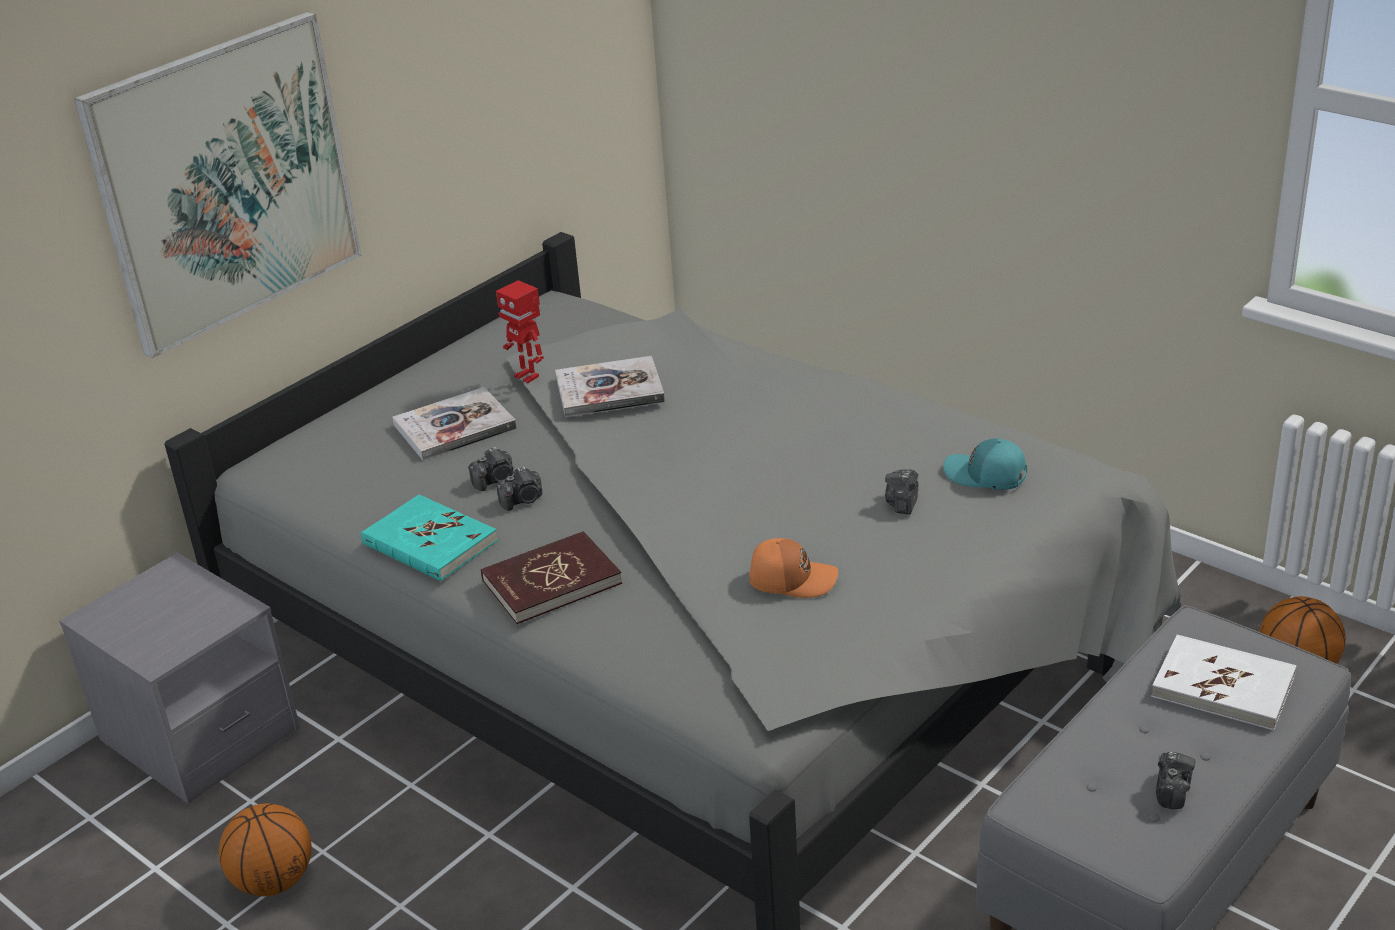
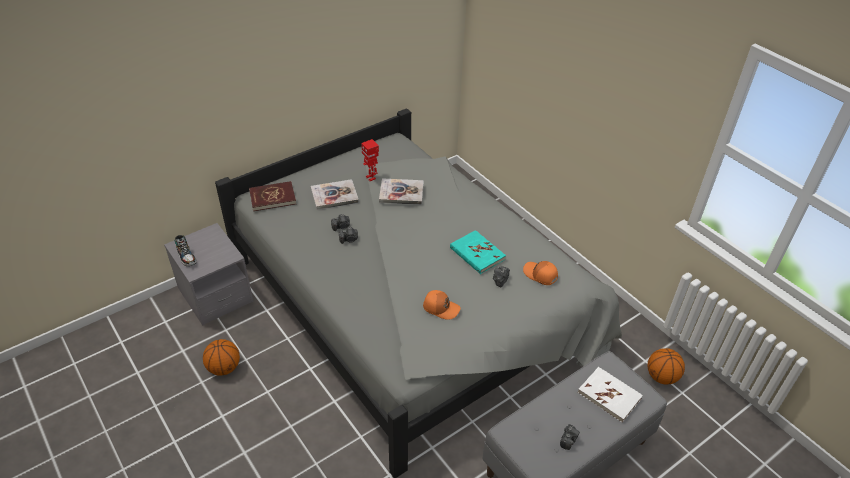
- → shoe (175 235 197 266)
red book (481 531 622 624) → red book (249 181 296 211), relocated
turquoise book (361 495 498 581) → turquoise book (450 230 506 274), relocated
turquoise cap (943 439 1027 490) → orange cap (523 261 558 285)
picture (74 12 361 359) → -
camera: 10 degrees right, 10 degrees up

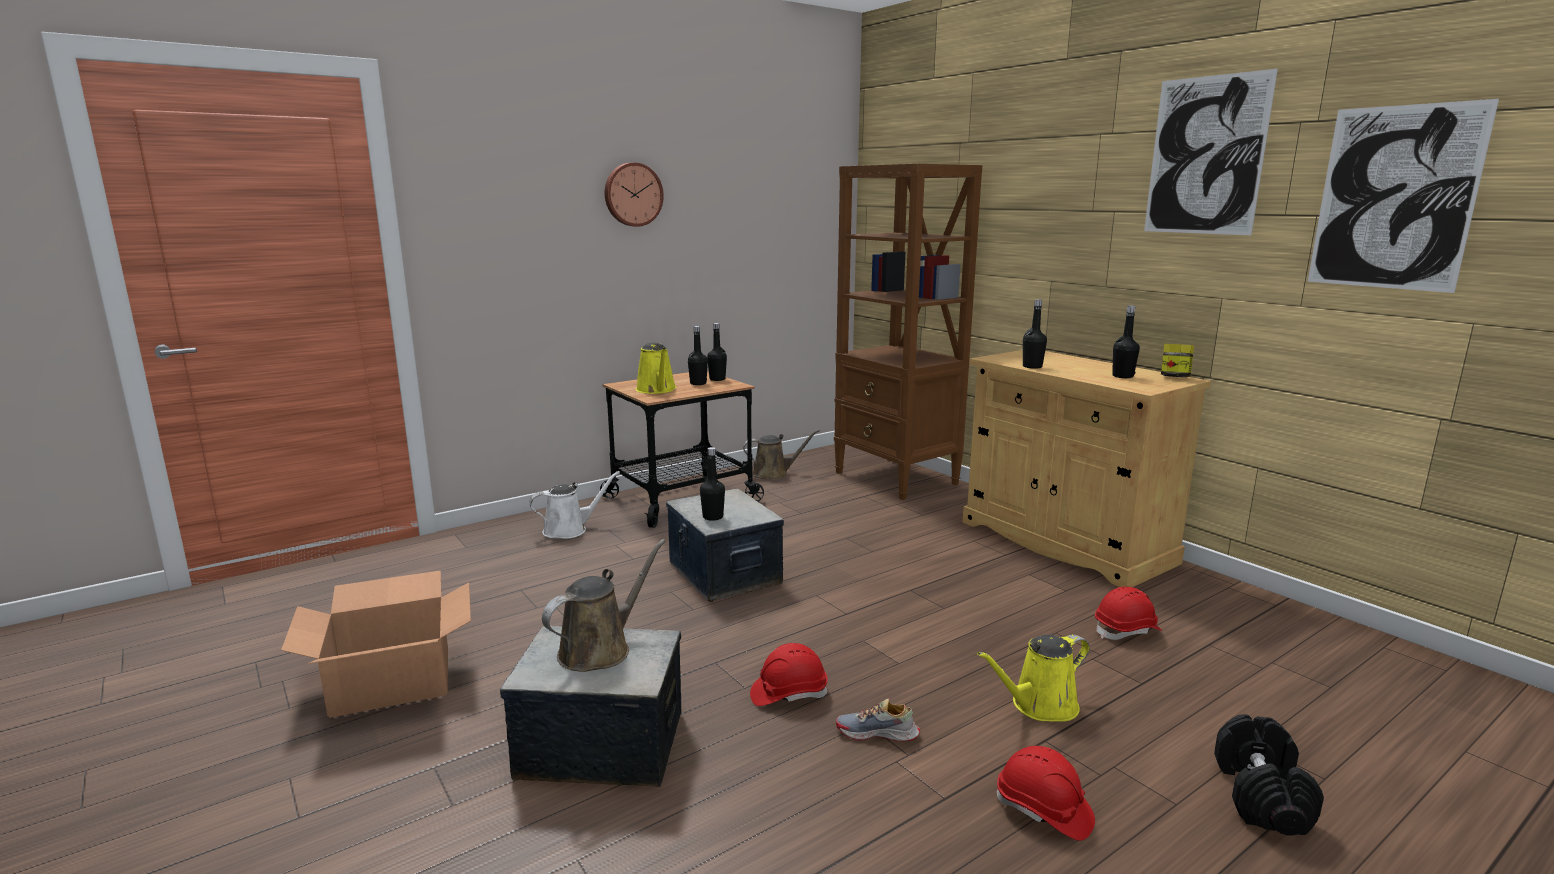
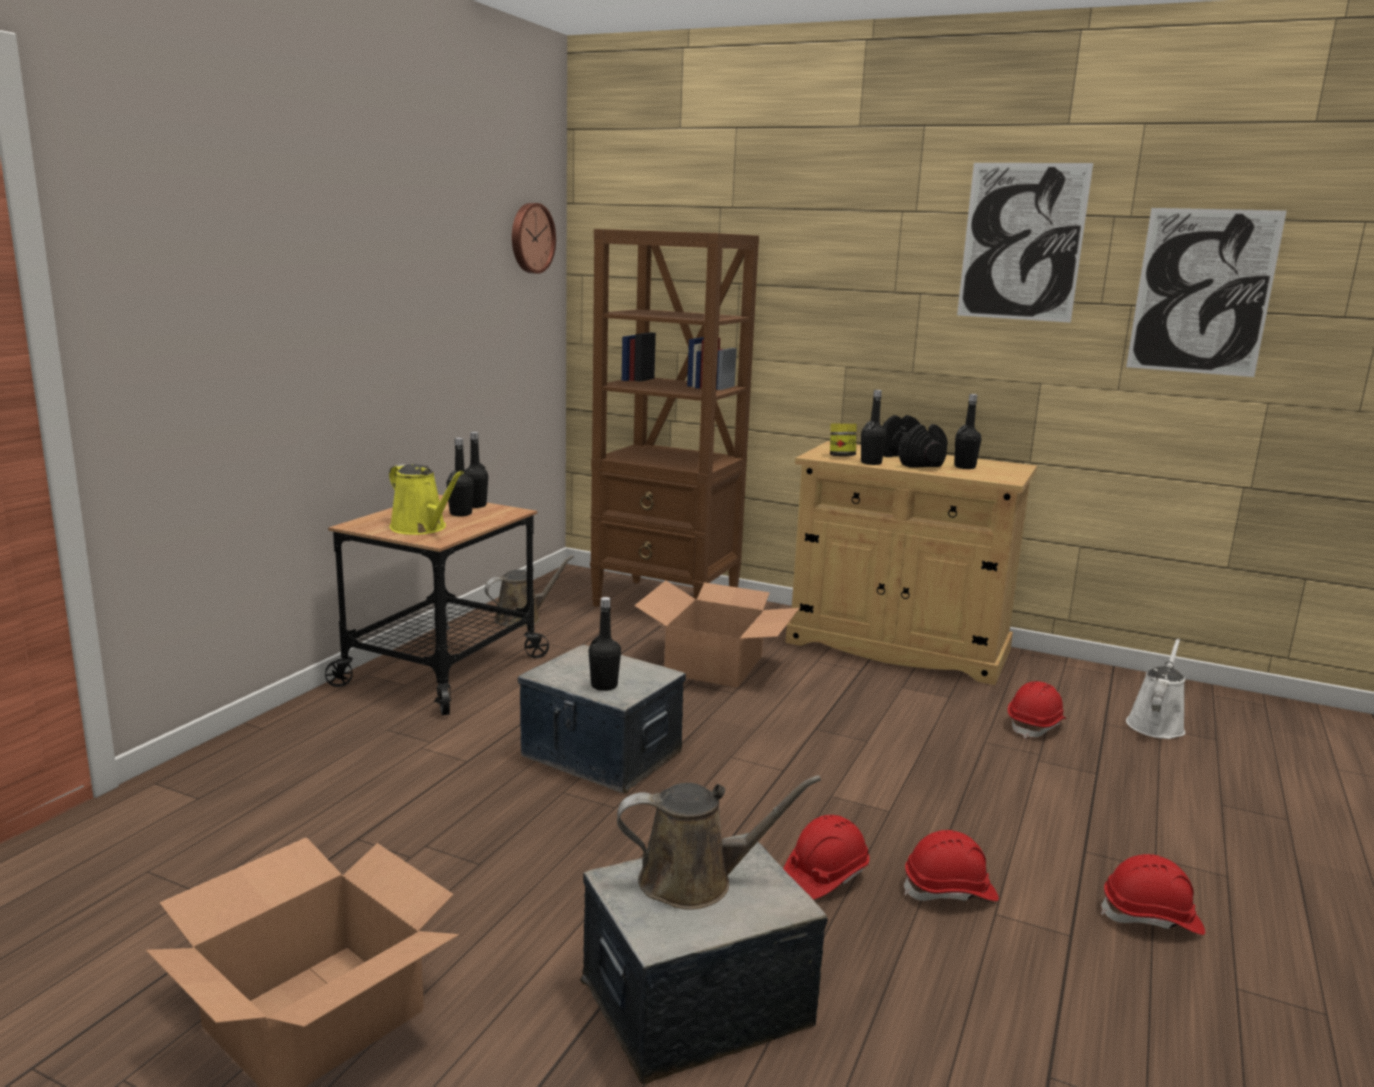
wall clock (605 162 664 227) → wall clock (512 203 556 274), relocated
brown watering can (542 539 666 672) → brown watering can (617 775 821 910), 75 degrees clockwise
- → cardboard box (634 581 799 688)
jar (1161 344 1194 377) → jar (830 424 857 456), relocated
black dumbbell (1214 714 1324 836) → black dumbbell (882 415 948 468), relocated
shoe (836 698 920 742) → red hard hat (904 830 999 901)
white watering can (529 471 620 539) → white watering can (1126 639 1185 739), relocated
yellow watering can (977 634 1090 722) → -
camera: 30 degrees left, 0 degrees up

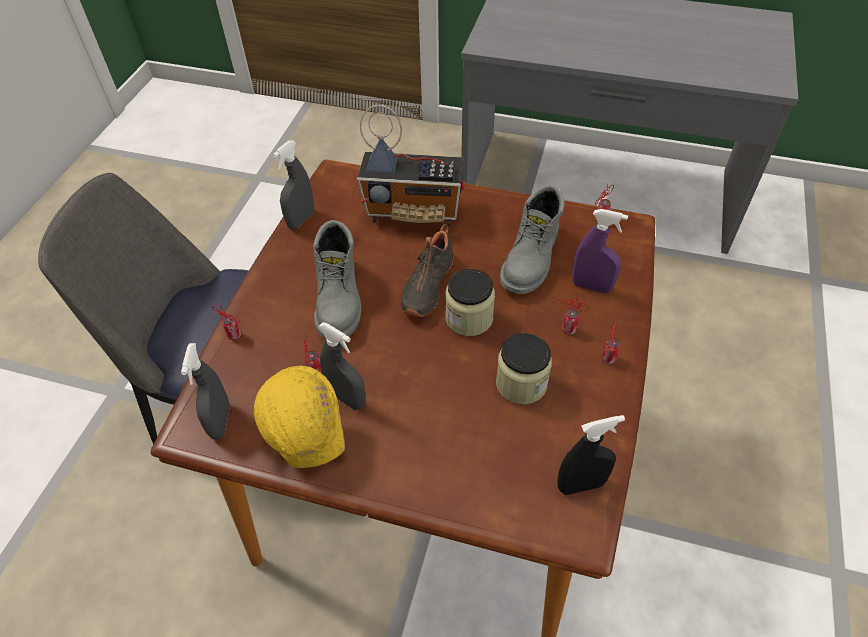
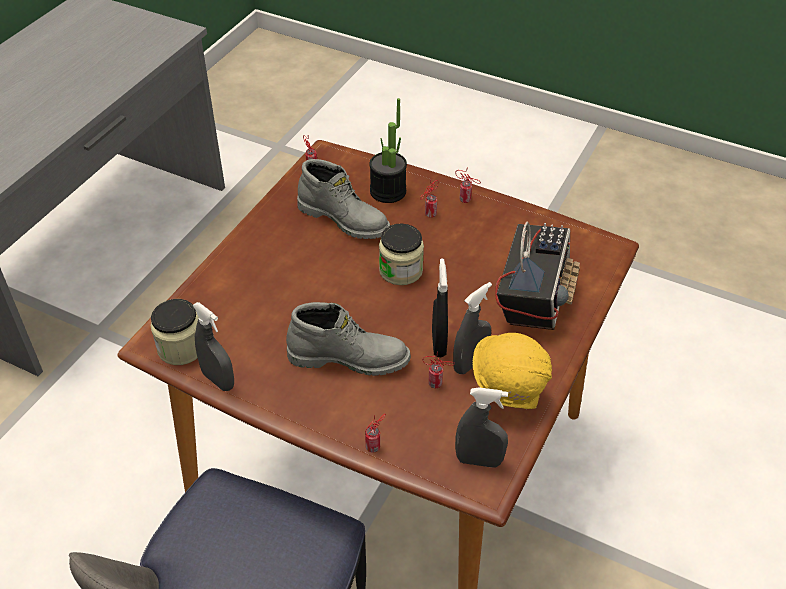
jar (496 333 552 405) → jar (151 299 199 365), relocated
purple spray bottle (572 209 628 293) → potted plant (369 98 407 203)
black spray bottle (557 415 625 495) → black spray bottle (432 258 448 357), relocated
radio (357 105 464 226) → radio (495 221 580 330), relocated
black shoe (401 224 454 317) → -
camera: 80 degrees left, 5 degrees down

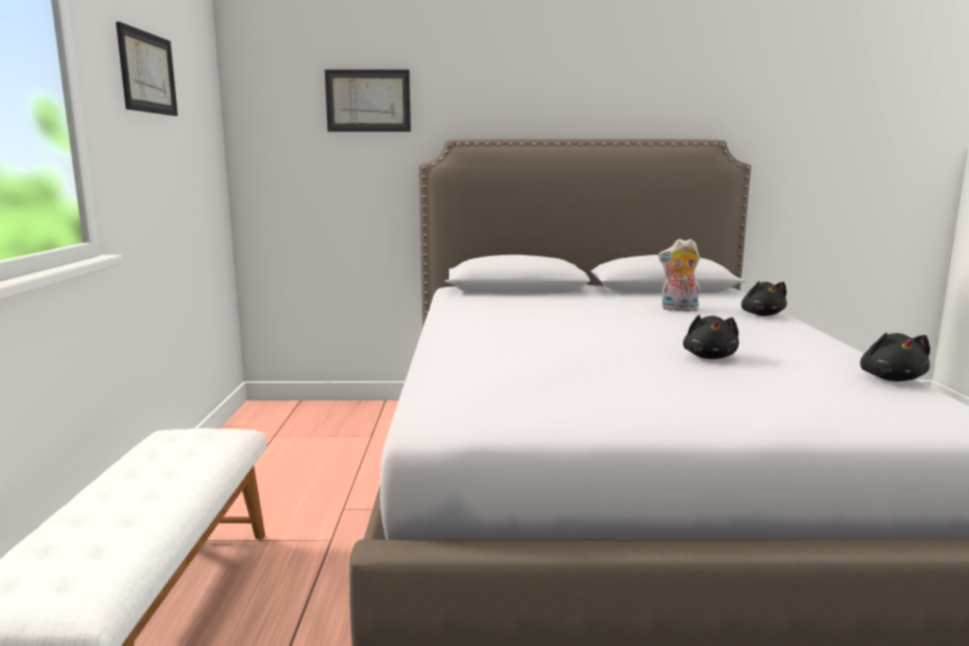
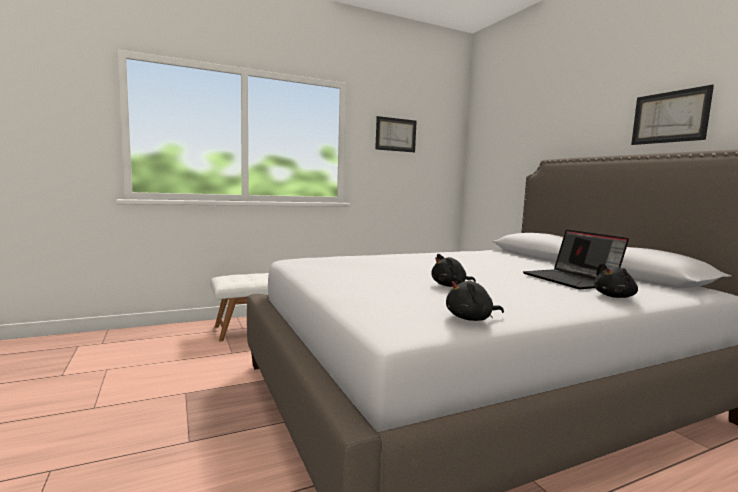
plush toy (658 239 700 311) → laptop (523 230 629 289)
picture (325 69 411 132) → picture (631 85 714 145), relocated
camera: 65 degrees right, 5 degrees down

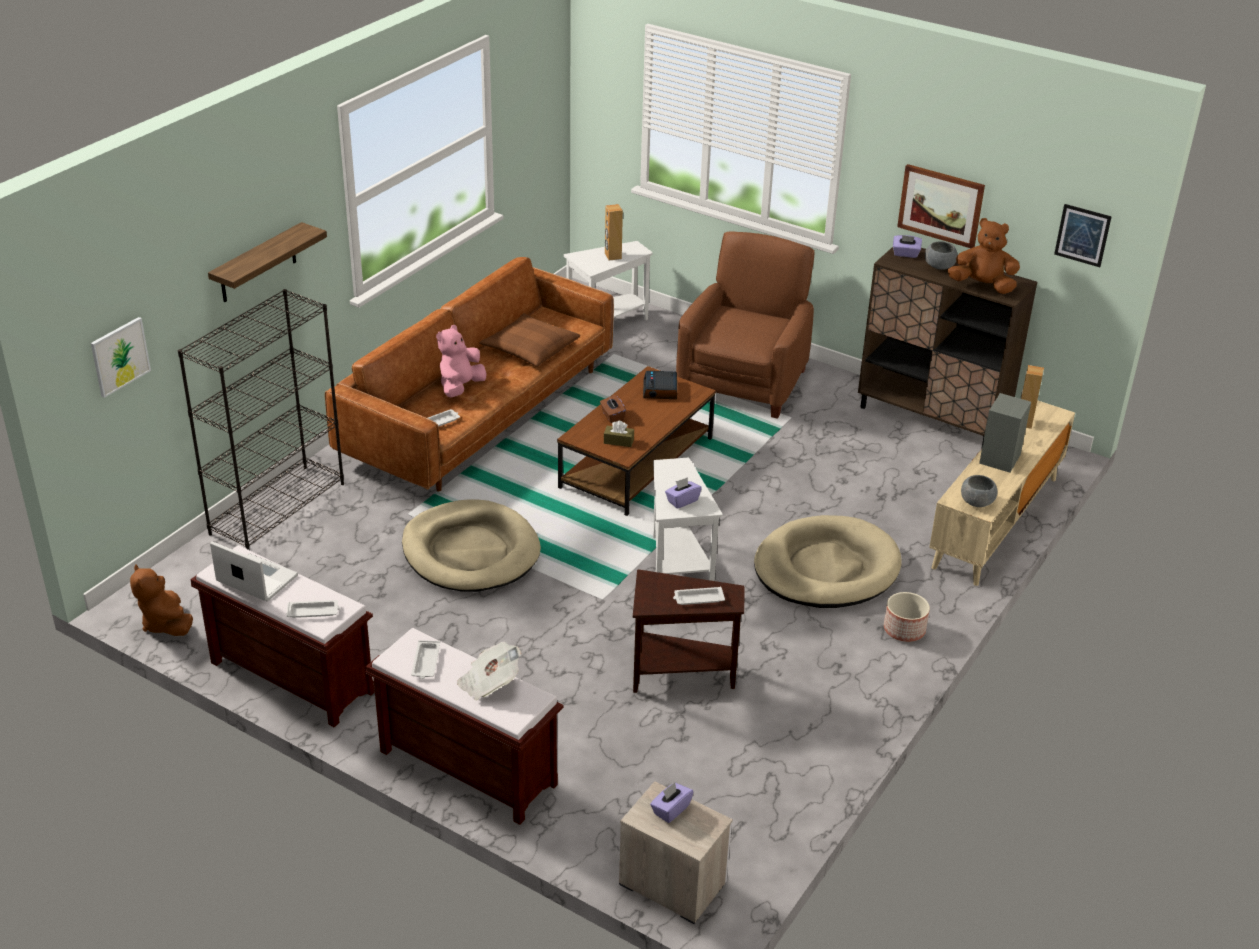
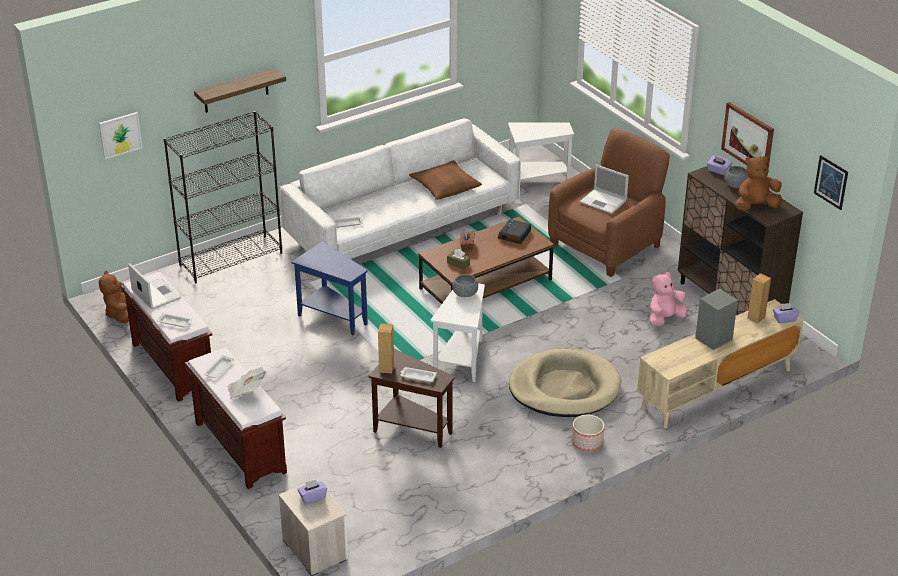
brown sofa (325 257 614 492) → white sofa (280 119 521 259)
beige dog bed (402 500 541 592) → blue side table (292 242 368 335)
brown speaker (605 204 623 260) → brown speaker (378 323 394 374), relocated
grey bowl (961 475 998 507) → grey bowl (452 274 478 297), relocated
- → laptop (580 164 629 214)
pink plush toy (436 325 487 398) → pink plush toy (649 272 687 326), relocated
brown plush toy (948 218 1020 294) → brown plush toy (735 156 782 210), 60 degrees counterclockwise
purple tissue box (665 477 702 509) → purple tissue box (773 303 800 323), relocated
camera: 25 degrees right, 0 degrees up

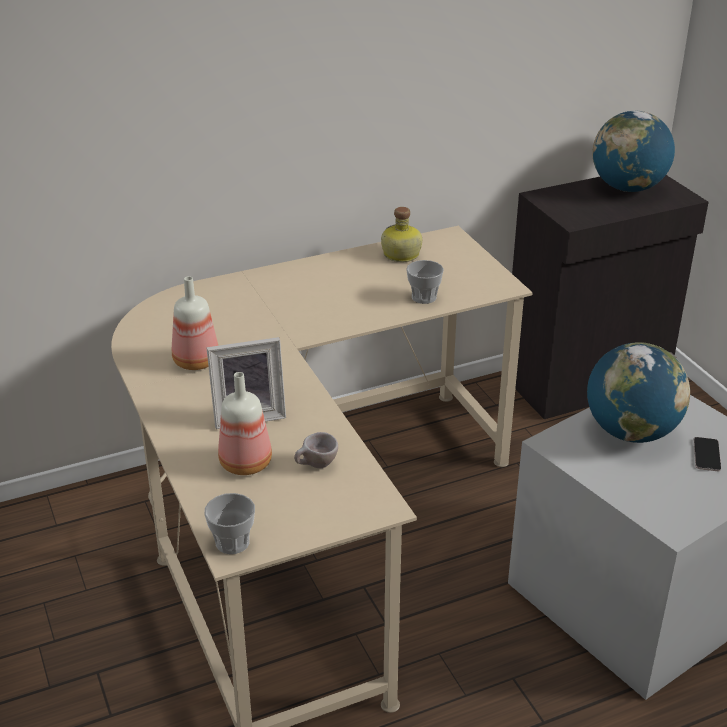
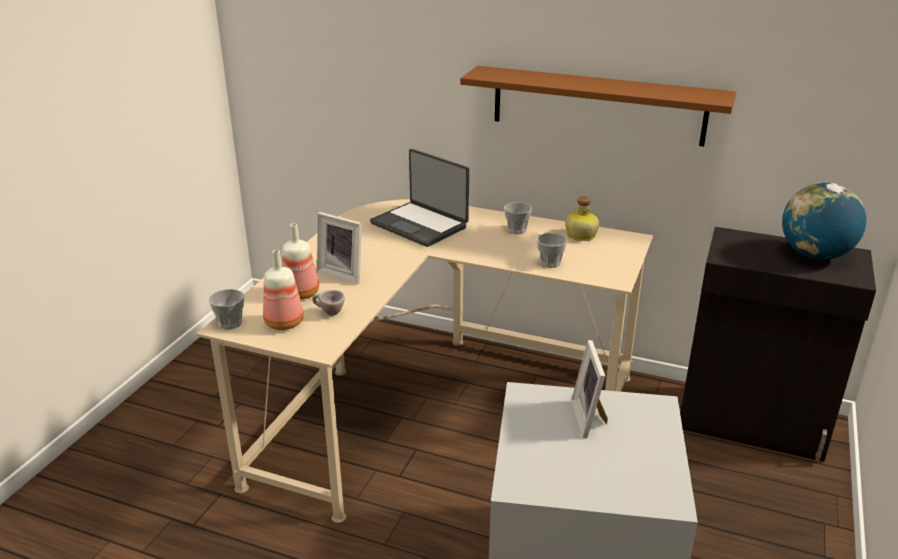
bottle (172 276 218 370) → bottle (263 250 304 330), relocated
- → laptop (370 149 469 247)
- → brown shelf (460 66 736 146)
- → cup (504 202 532 234)
globe (587 342 690 443) → picture frame (571 340 608 438)
phone (694 437 721 471) → -
camera: 45 degrees right, 5 degrees down

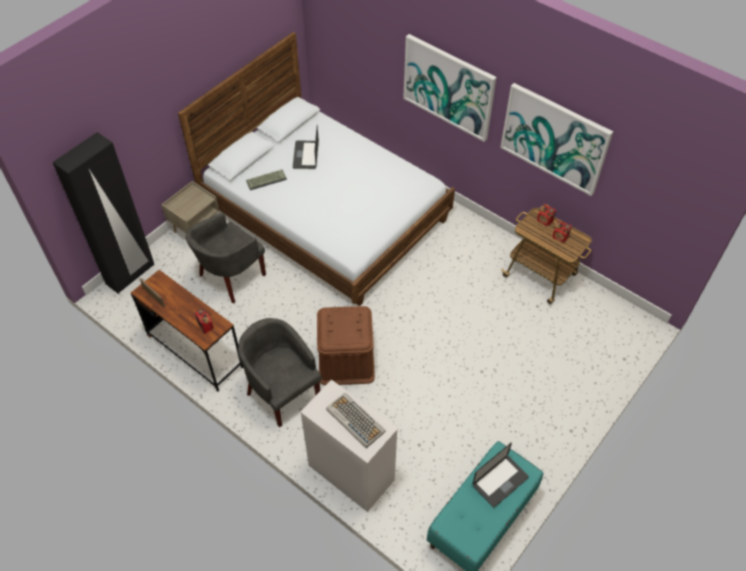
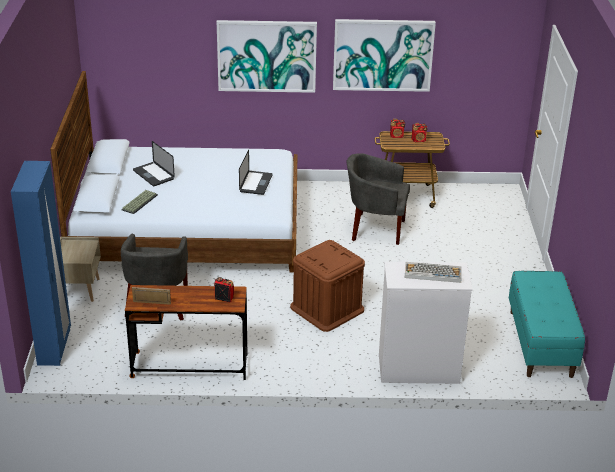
black wardrobe (52 132 154 294) → blue wardrobe (11 161 71 366)
laptop (472 443 529 508) → laptop (239 150 273 195), relocated
grey armchair (238 318 322 428) → grey armchair (347 153 410 245), relocated
camera: 40 degrees left, 20 degrees down

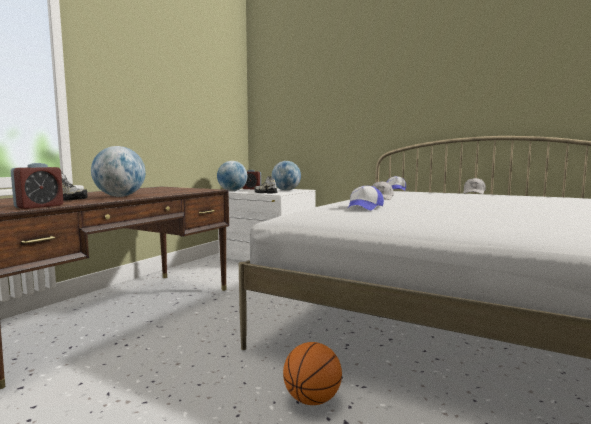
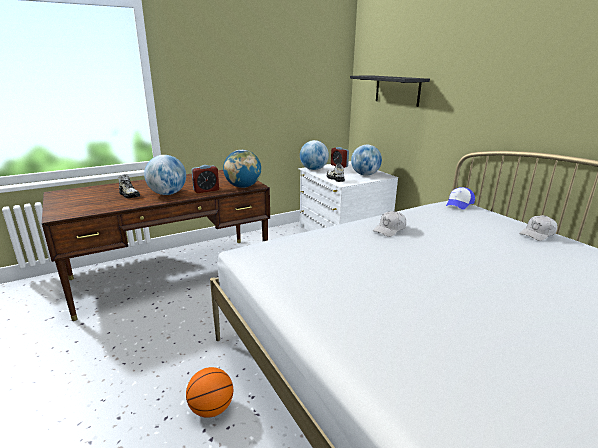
alarm clock (11 163 63 209) → alarm clock (192 165 219 193), relocated
- → globe (223 150 261 188)
- → black shelf (350 75 430 107)
cap (347 186 384 210) → -
camera: 30 degrees right, 15 degrees up

